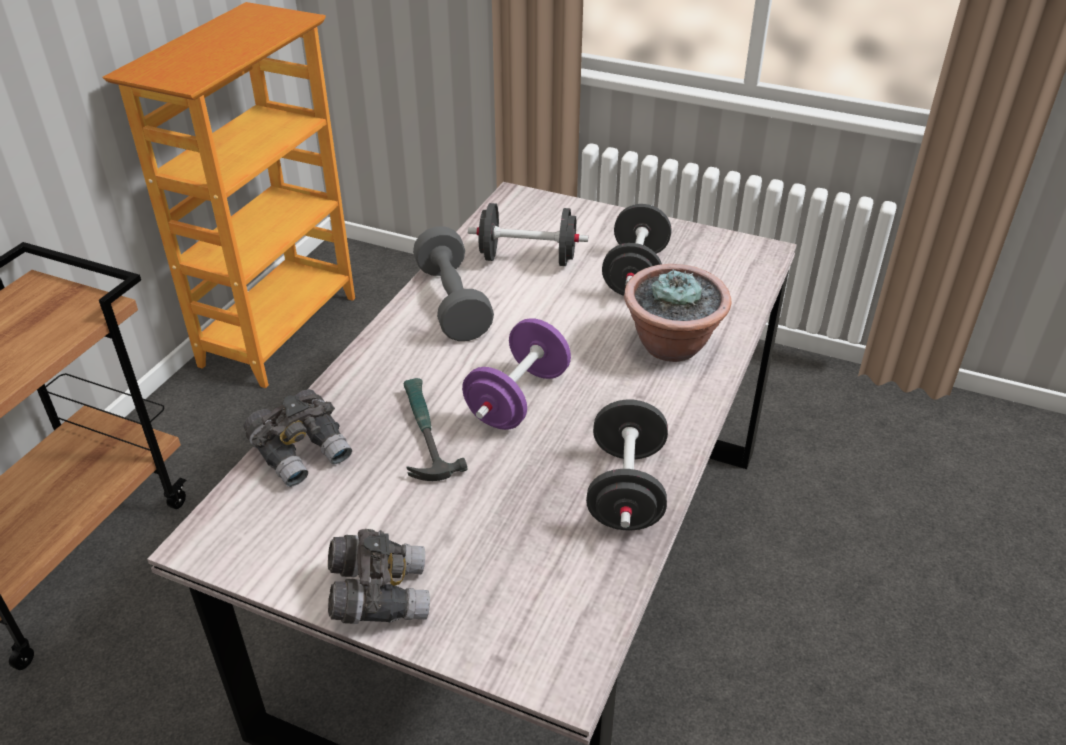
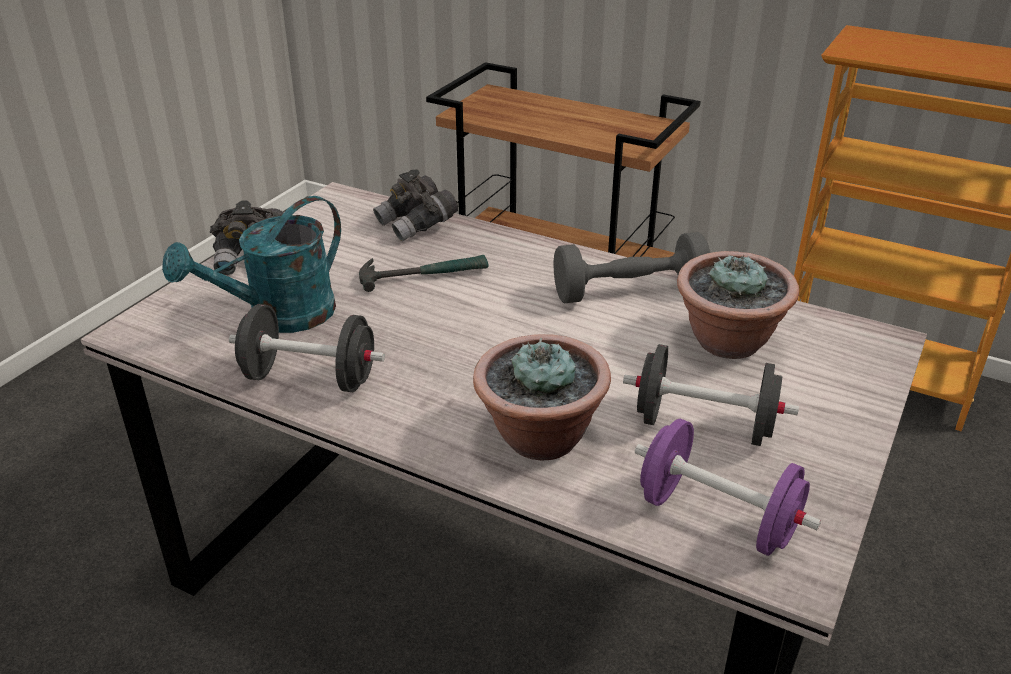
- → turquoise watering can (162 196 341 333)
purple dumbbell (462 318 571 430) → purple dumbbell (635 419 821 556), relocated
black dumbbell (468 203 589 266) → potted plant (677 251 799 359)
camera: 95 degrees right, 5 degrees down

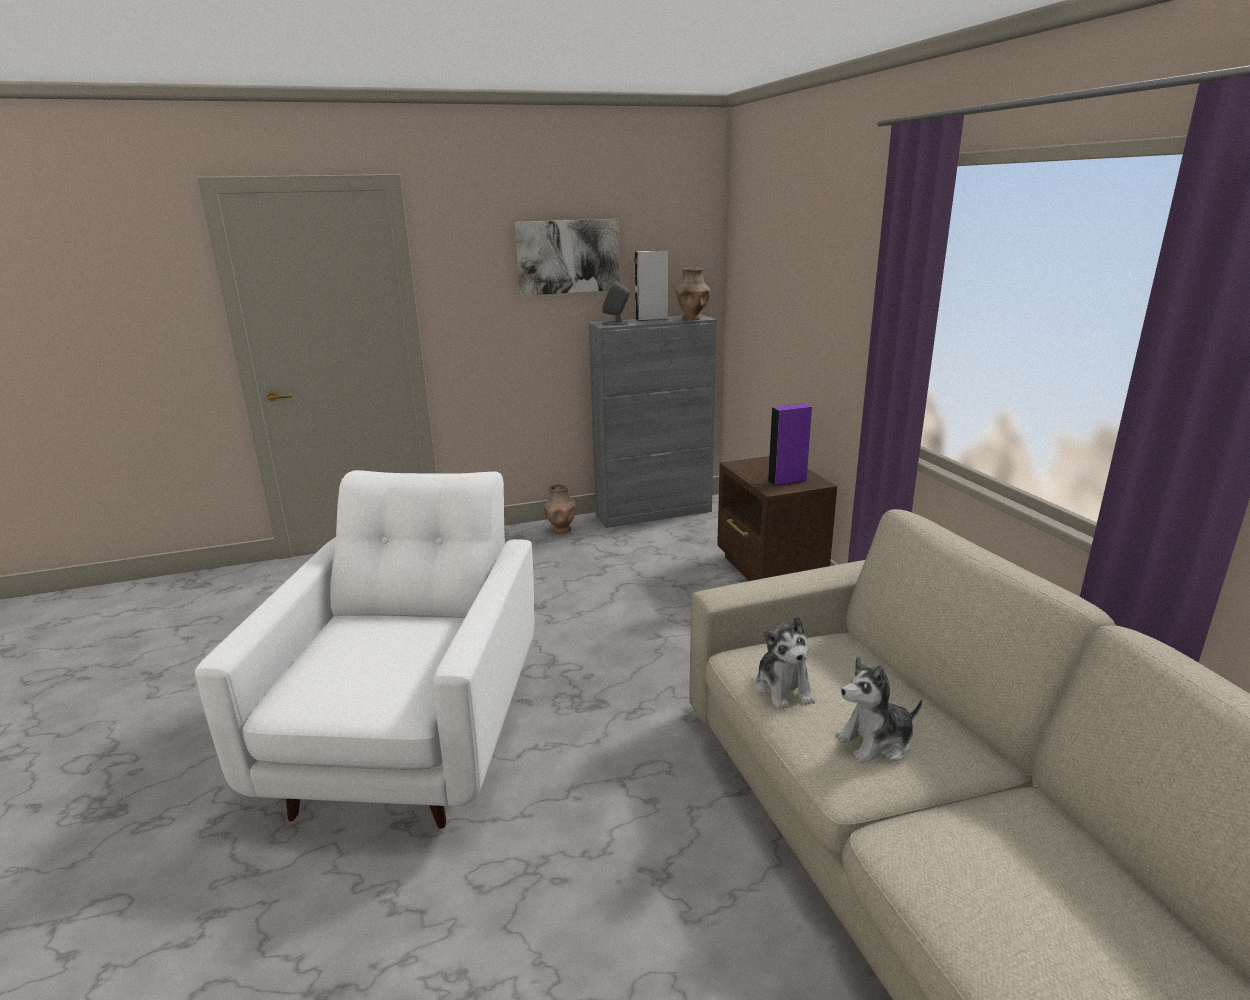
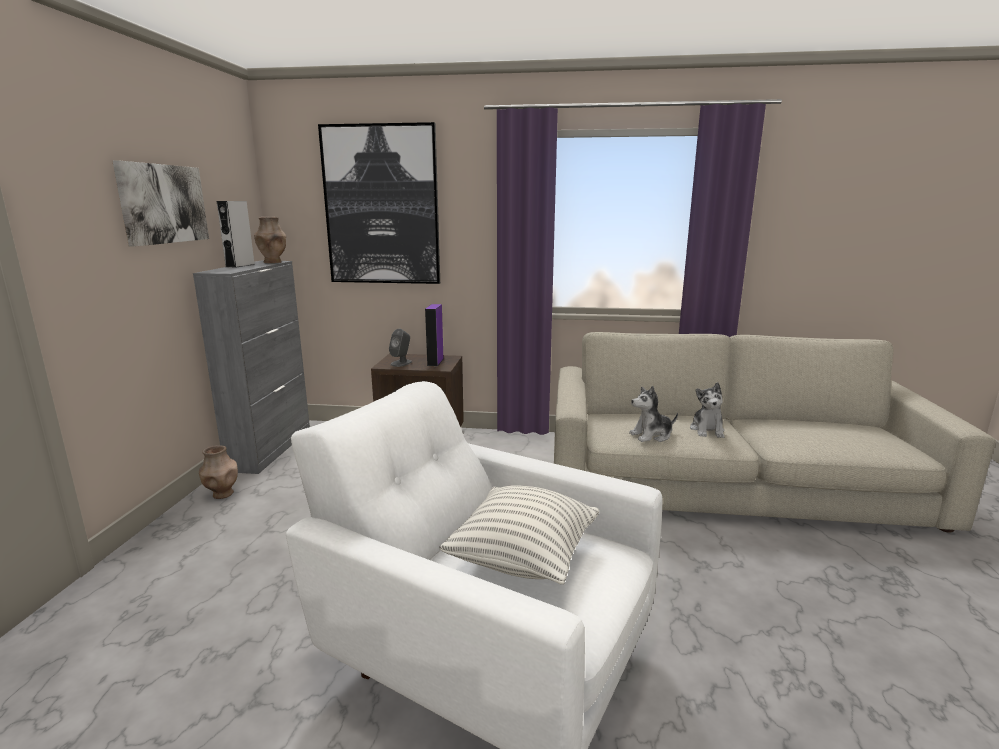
- → picture (318 122 440 284)
grey speaker (602 281 630 326) → grey speaker (389 329 412 367), relocated
- → pillow (439 485 599 584)
plush toy (755 616 815 709) → plush toy (629 386 678 442), 150 degrees clockwise
camera: 65 degrees left, 5 degrees down

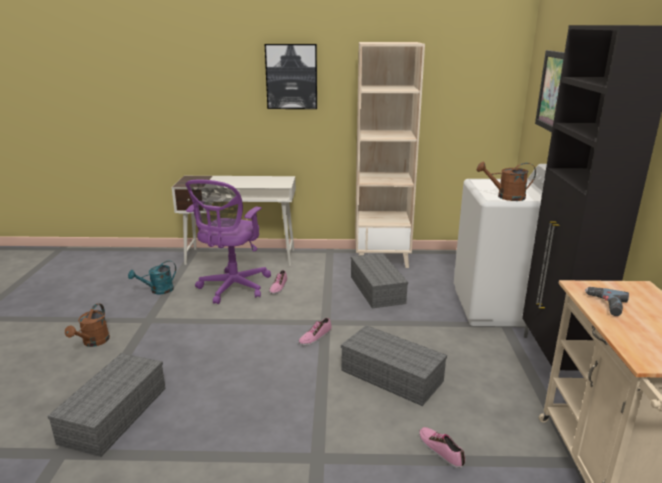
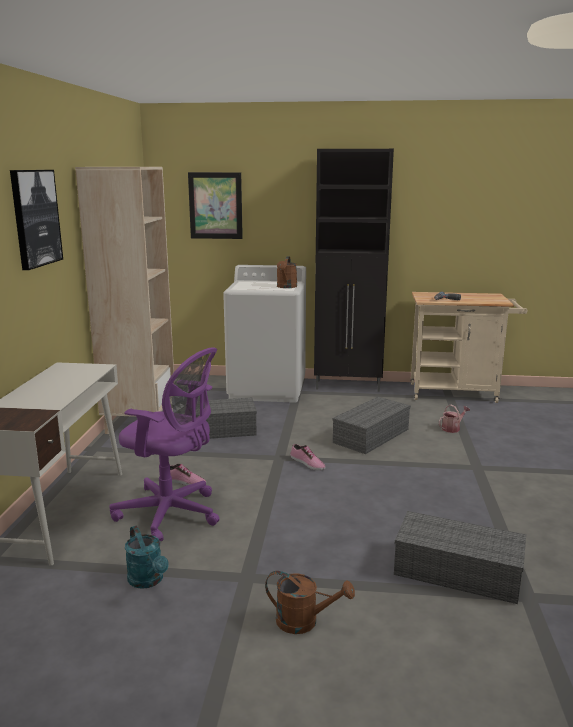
shoe (419 427 465 468) → watering can (439 405 470 433)
camera: 85 degrees left, 5 degrees down

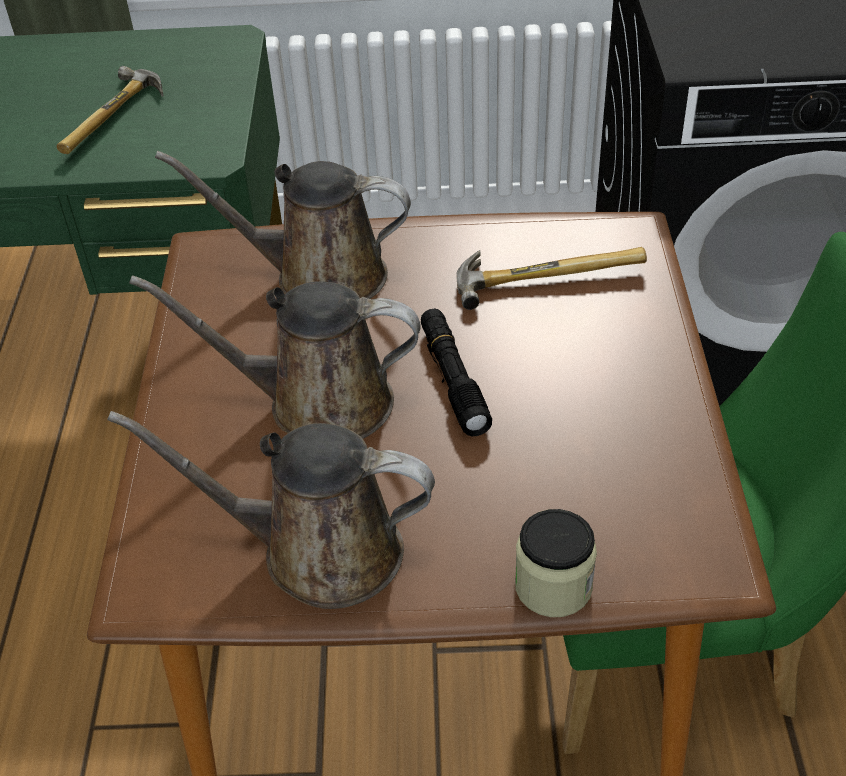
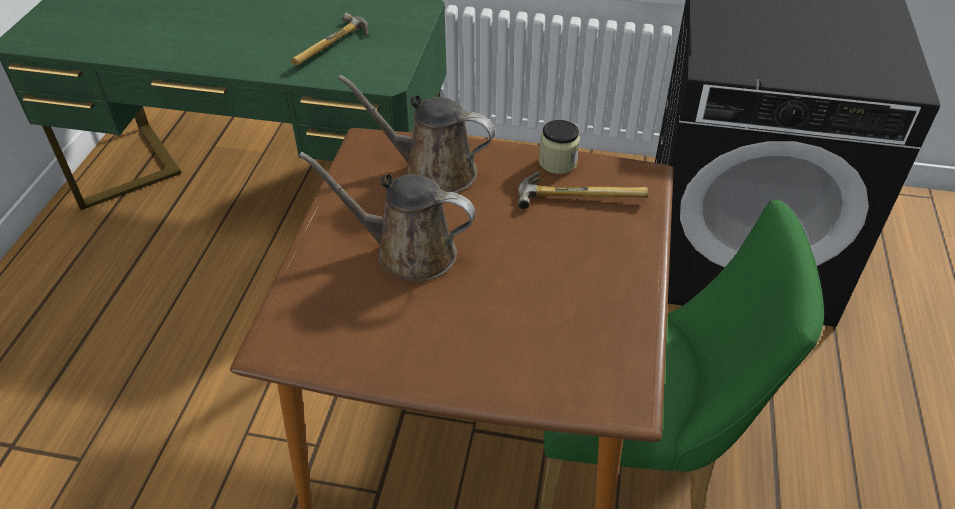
jar (515 509 597 617) → jar (539 120 580 174), relocated
brown watering can (107 411 435 609) → -
black flashlight (421 308 492 436) → -
camera: 10 degrees right, 0 degrees up

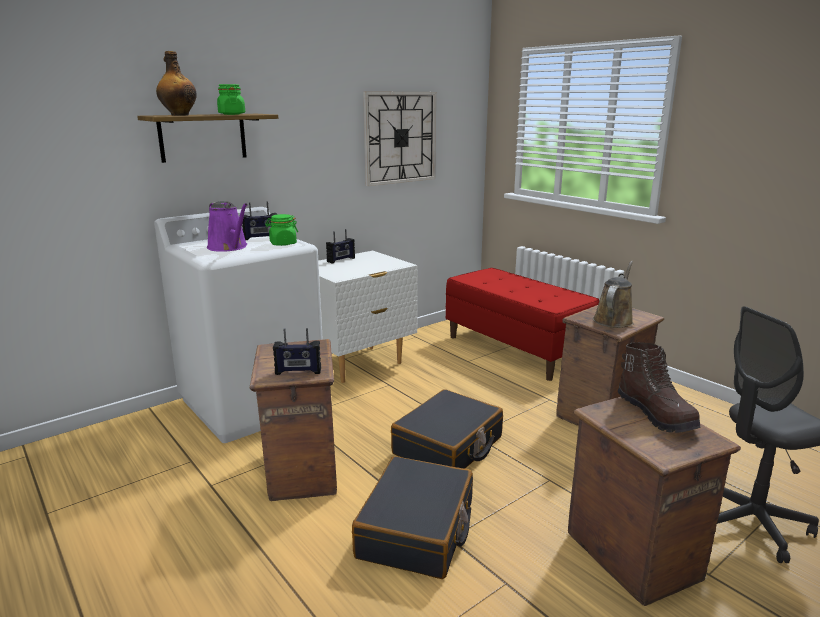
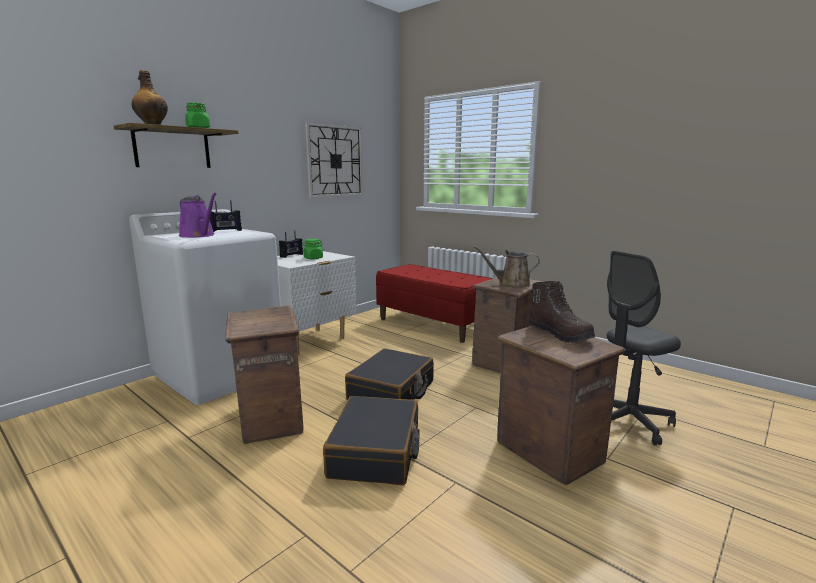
green jar (265 214 298 246) → green jar (302 239 323 259), relocated
brown watering can (593 261 634 328) → brown watering can (474 246 540 288), 105 degrees counterclockwise
radio (273 328 321 375) → -
camera: 10 degrees left, 5 degrees down

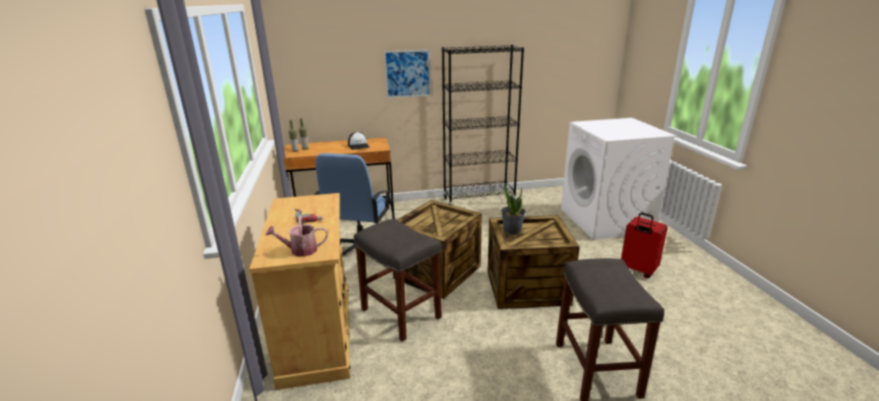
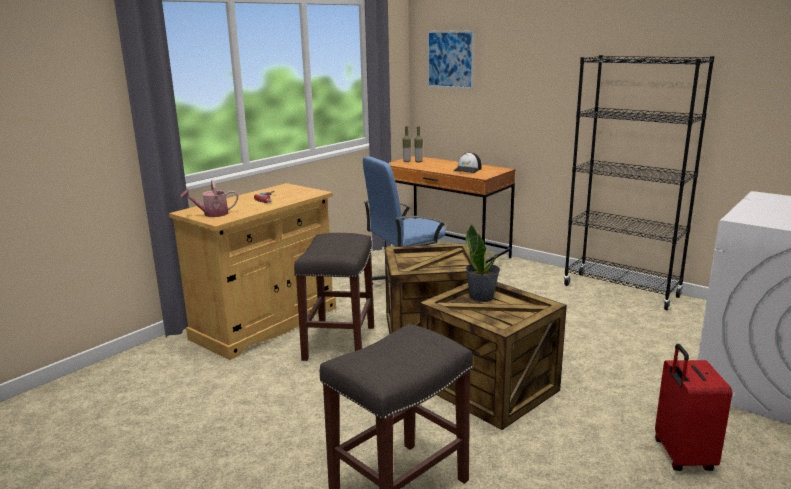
watering can (265 216 328 257) → watering can (181 180 238 217), 60 degrees counterclockwise
picture (384 50 431 98) → picture (427 30 475 89), relocated
camera: 50 degrees right, 5 degrees down

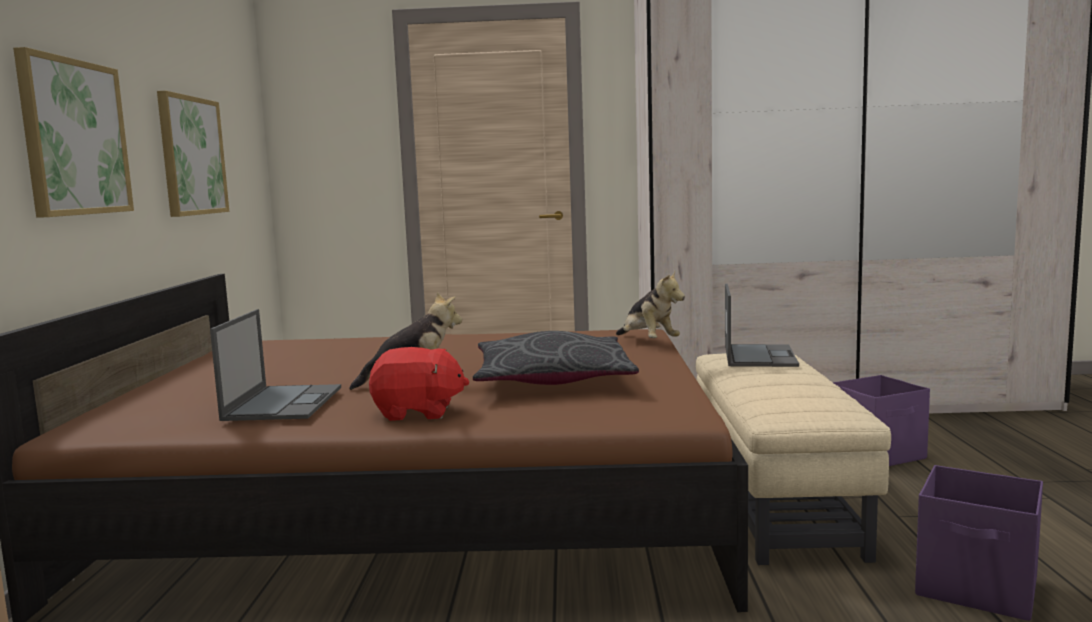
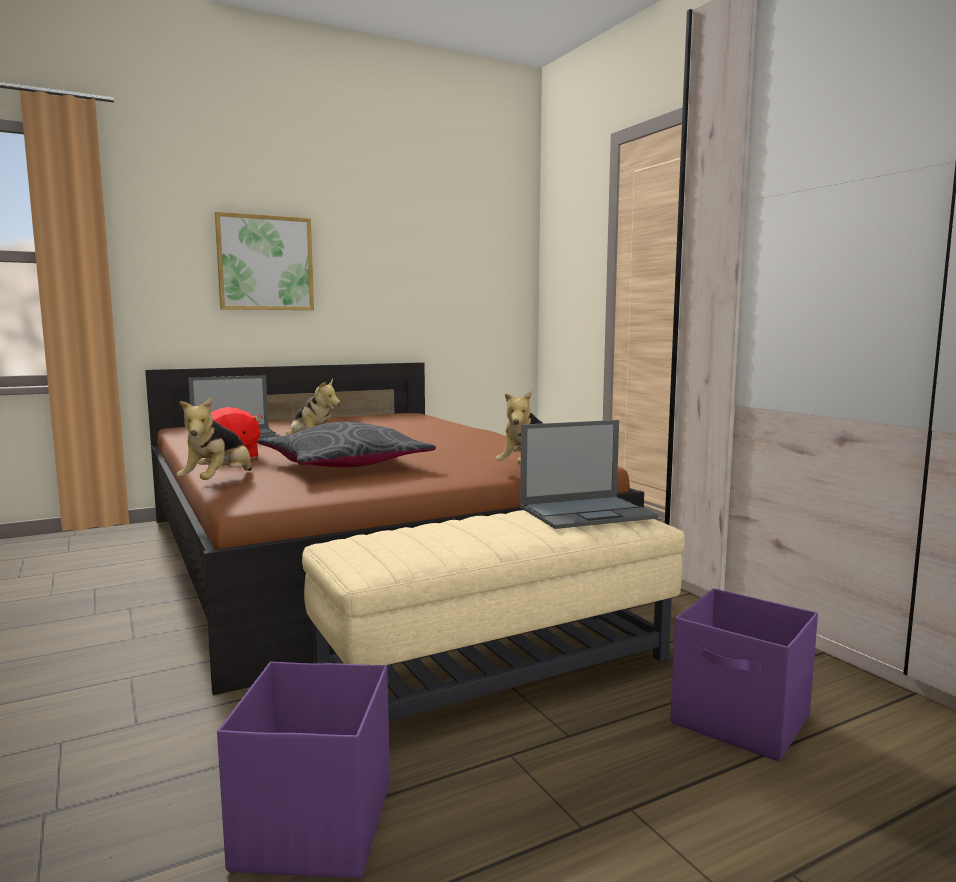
- → plush toy (177 398 252 480)
picture (157 91 229 217) → -
camera: 60 degrees right, 0 degrees up

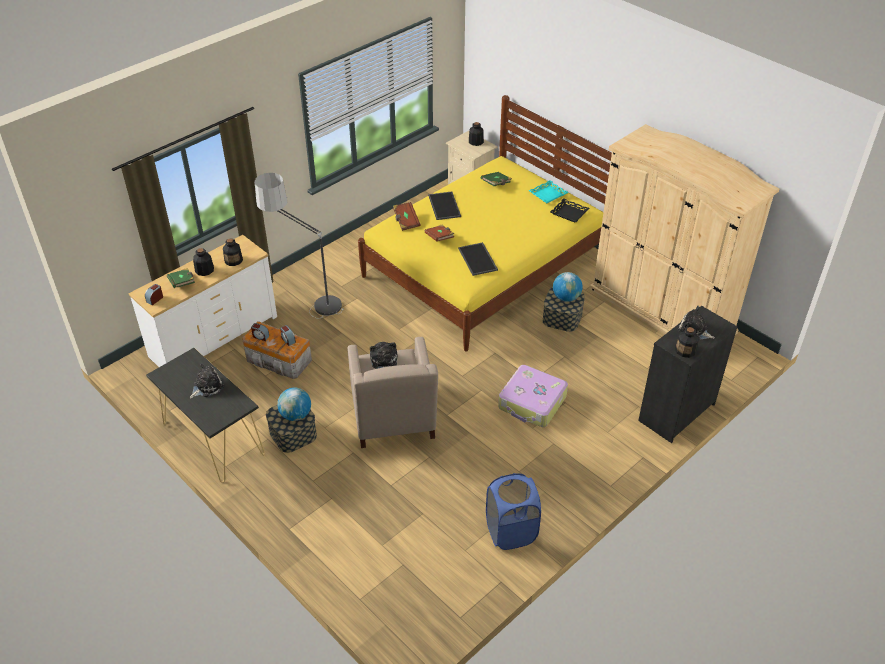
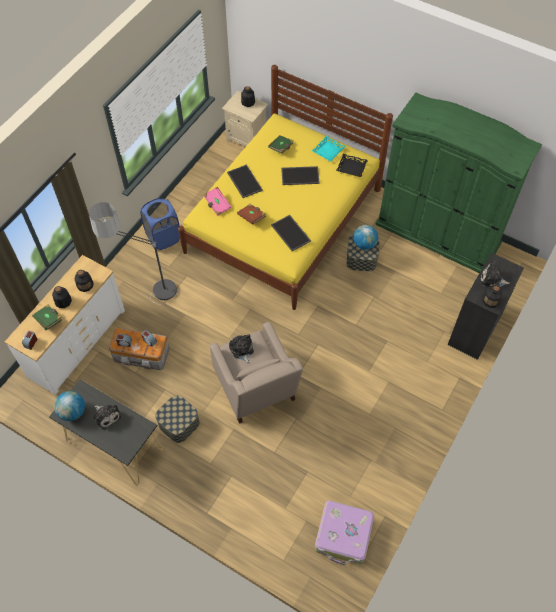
globe (277 387 311 421) → globe (54 391 85 421), relocated
plush toy (190 364 224 398) → plush toy (94 405 121 430), 105 degrees clockwise
blue laundry basket (486 473 541 550) → blue laundry basket (140 198 180 250), relocated
brown book (393 202 421 231) → pink book (203 187 231 216)
- → tray (281 166 320 185)
suitcase (498 365 568 427) → suitcase (315 500 374 565), relocated
beige wardrobe (590 124 780 335) → green wardrobe (375 92 542 273)
camera: 15 degrees left, 15 degrees up

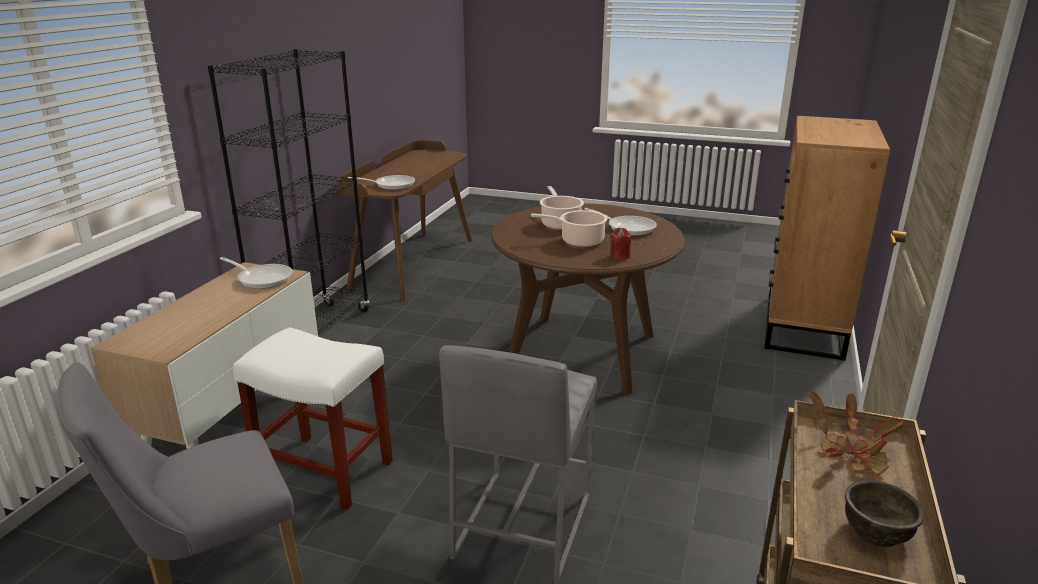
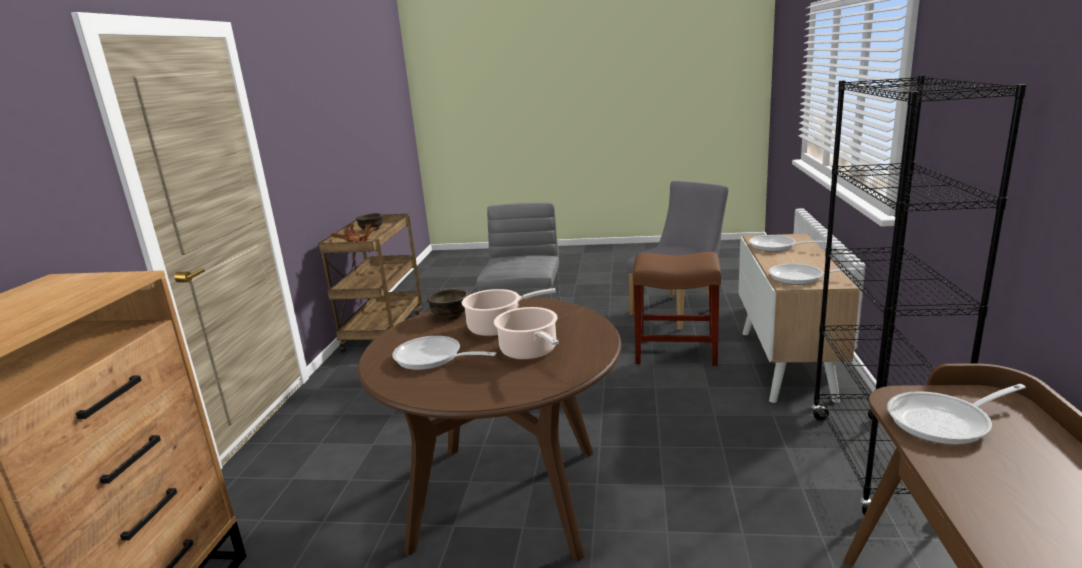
red candle (610 228 631 260) → brown bowl (427 288 469 320)
white stool (233 327 393 510) → brown stool (633 252 721 366)
- → frying pan (749 235 827 252)
camera: 170 degrees right, 5 degrees down

